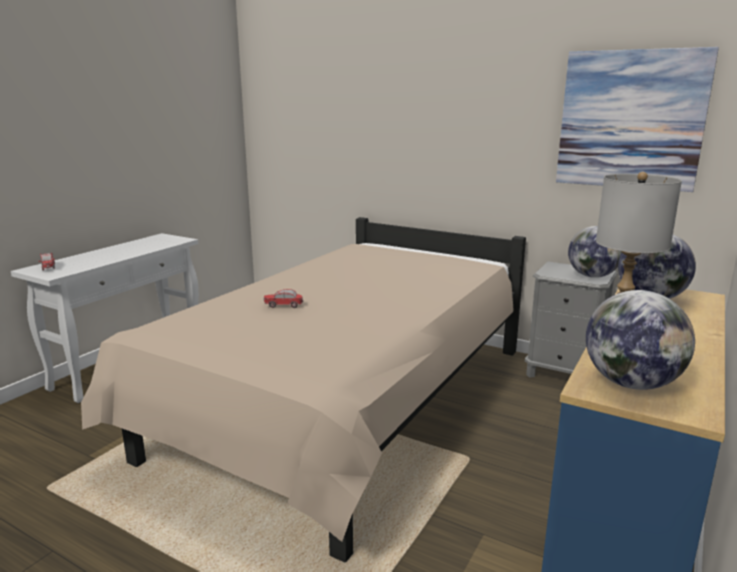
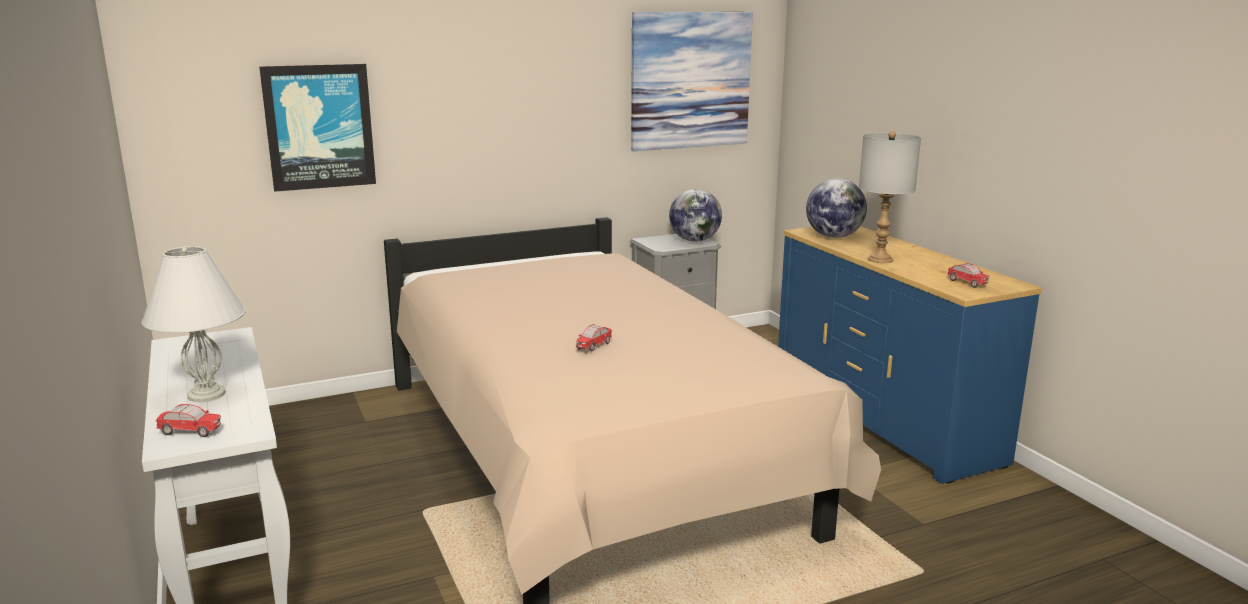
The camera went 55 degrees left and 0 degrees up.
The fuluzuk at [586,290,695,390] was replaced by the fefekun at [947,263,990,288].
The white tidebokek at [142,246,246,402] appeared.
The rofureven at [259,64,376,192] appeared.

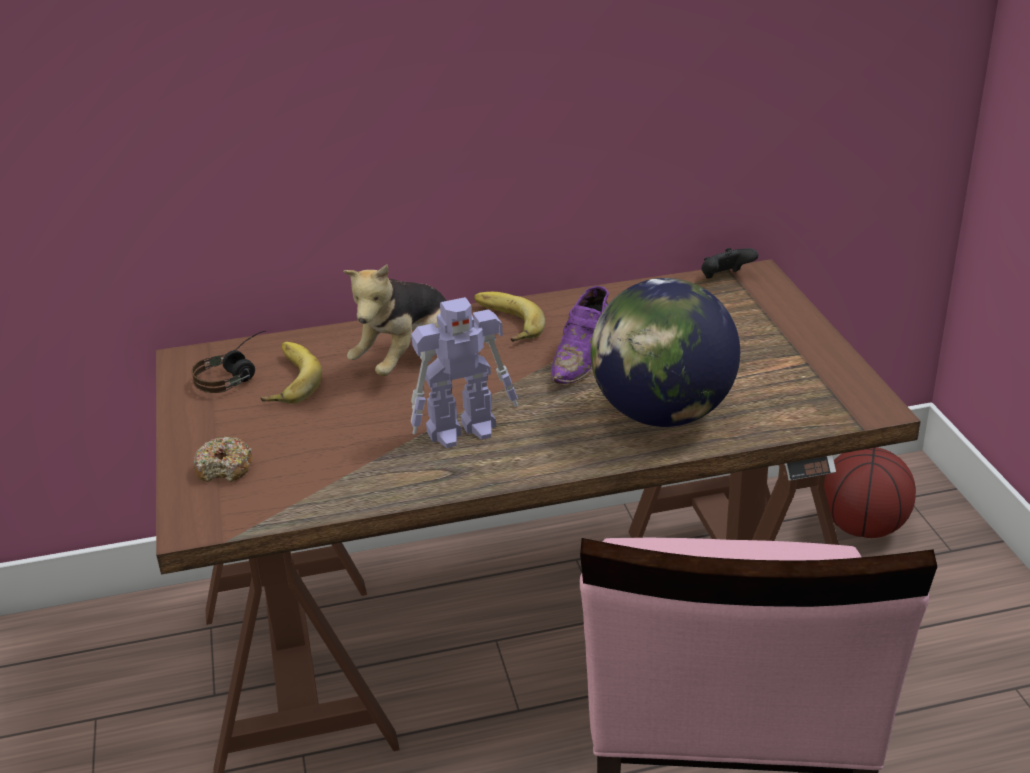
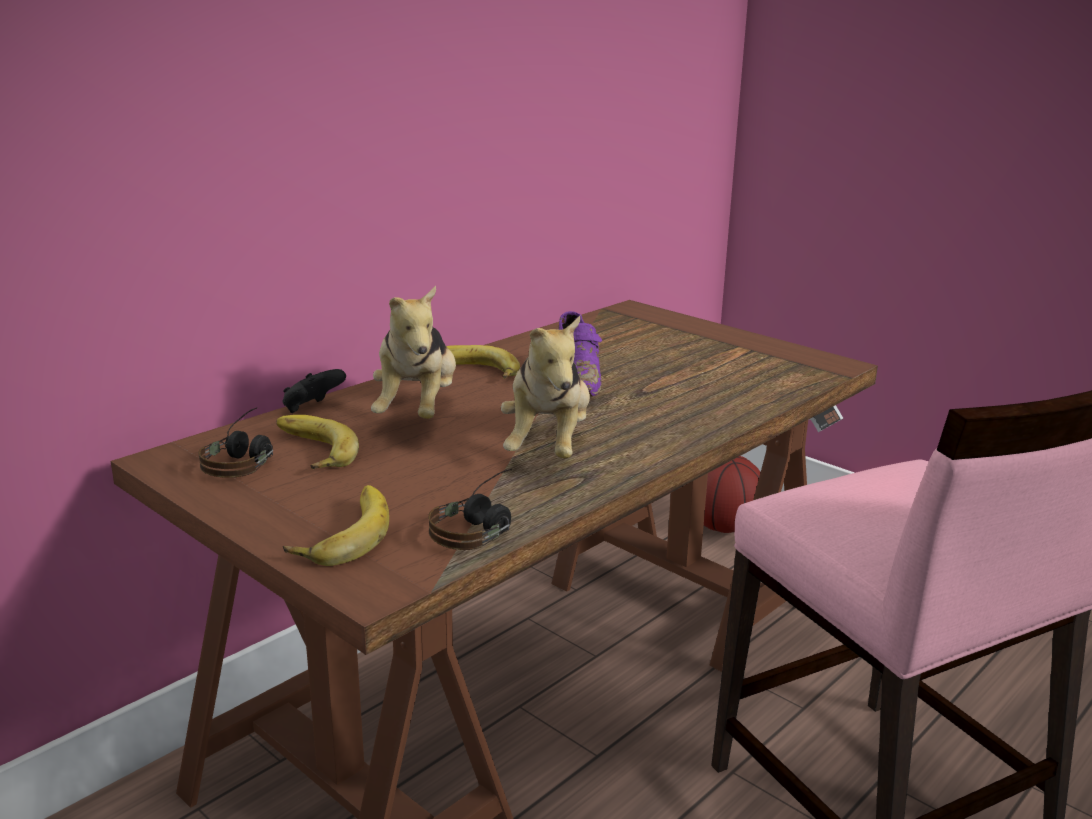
The camera went 35 degrees left and 10 degrees down.
The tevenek at [194,437,252,482] was replaced by the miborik at [283,485,389,566].
The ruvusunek at [411,297,518,448] was replaced by the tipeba at [501,316,590,459].
The fuluzuk at [591,278,740,427] disappeared.
The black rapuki moved from [701,248,758,279] to [282,369,346,413].
The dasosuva at [428,469,512,550] appeared.

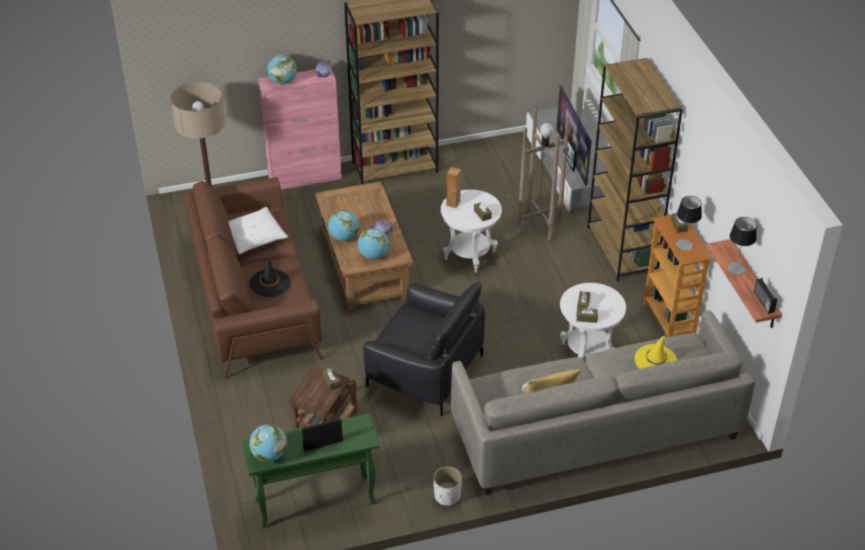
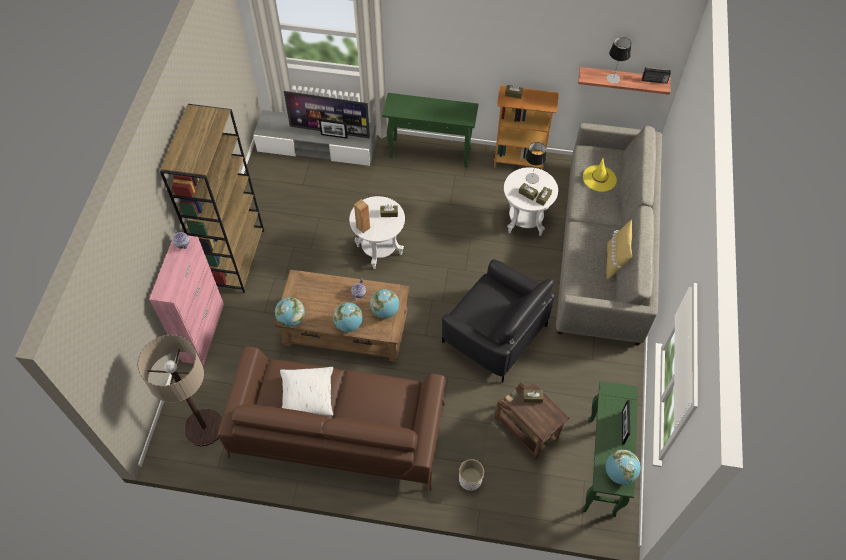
The camera went 65 degrees left and 15 degrees up.
The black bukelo at [249,257,290,297] disappeared.
The fuluzuk moved from [267,54,297,84] to [275,297,305,327].
The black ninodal at [363,282,485,416] turned 75 degrees clockwise.
The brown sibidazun at [388,109,570,241] disappeared.
The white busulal moved from [433,466,462,506] to [459,459,484,491].
The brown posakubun at [587,58,683,282] was replaced by the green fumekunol at [382,93,479,168].
The tidebokek moved from [676,196,702,250] to [526,142,546,184].

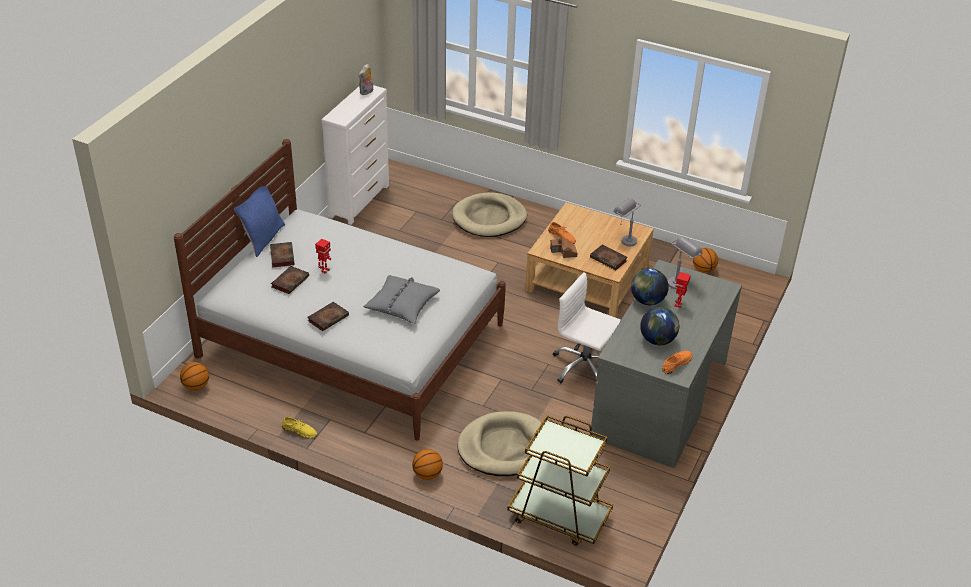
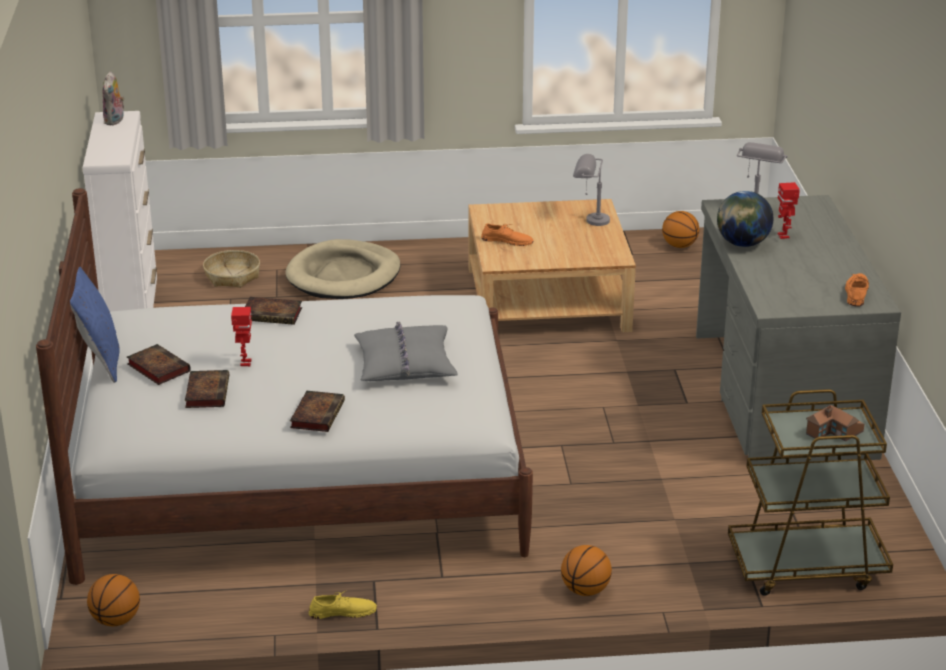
The camera went 30 degrees left and 10 degrees down.
The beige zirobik at [457,411,542,476] disappeared.
The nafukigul moved from [550,238,577,258] to [806,405,864,442].
The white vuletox at [553,272,621,383] disappeared.
The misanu moved from [590,245,628,270] to [245,297,302,325].
The fuluzuk at [640,307,679,345] disappeared.
The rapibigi at [203,250,260,288] appeared.

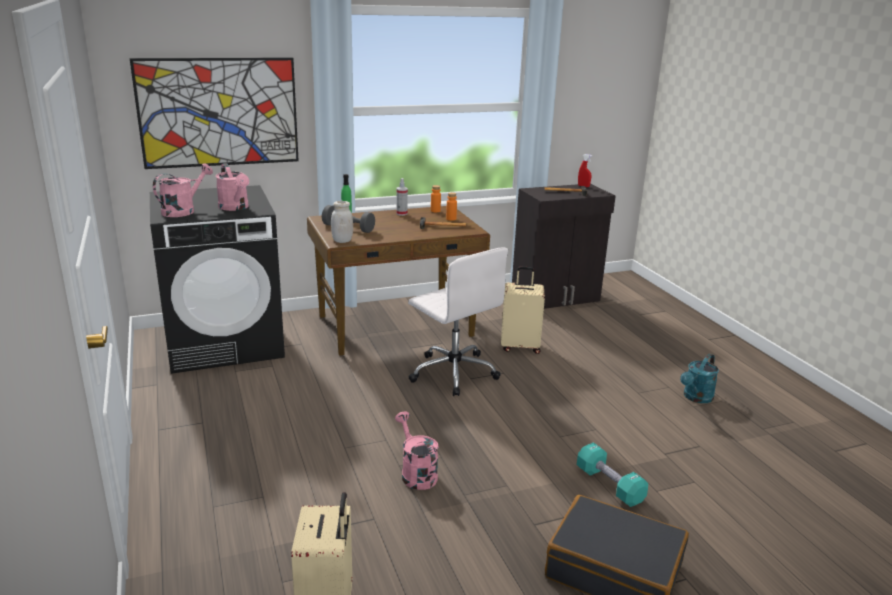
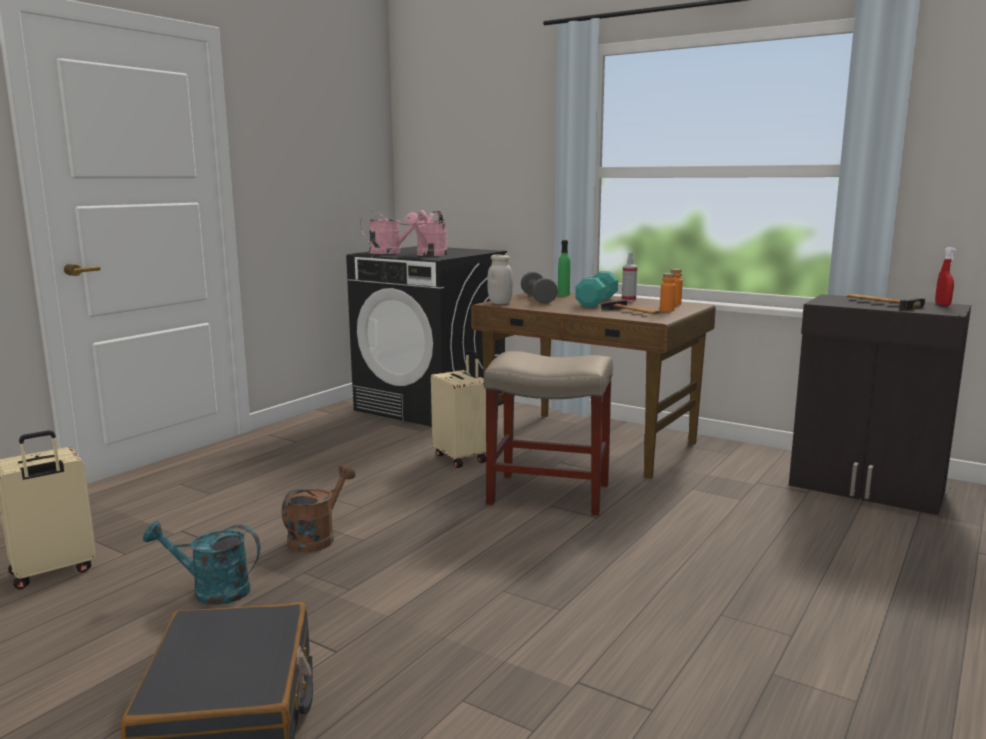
The camera went 55 degrees right and 10 degrees down.
The rofureven at [129,58,299,169] disappeared.
The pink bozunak at [395,412,439,490] became the brown bozunak at [282,464,355,553].
The white vuletox at [408,247,508,396] was replaced by the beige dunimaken at [484,351,613,516].
The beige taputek moved from [501,266,545,354] to [431,350,486,468].
The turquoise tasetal moved from [577,443,648,507] to [575,271,618,307].
The turquoise bozunak moved from [680,354,719,403] to [143,521,260,605].

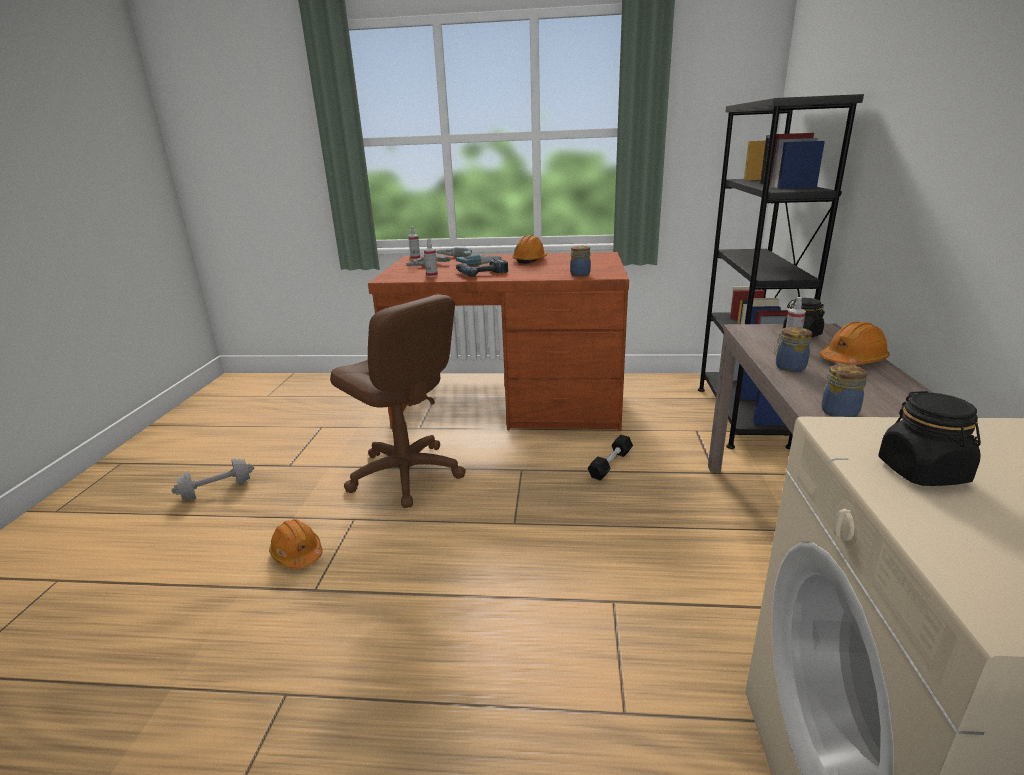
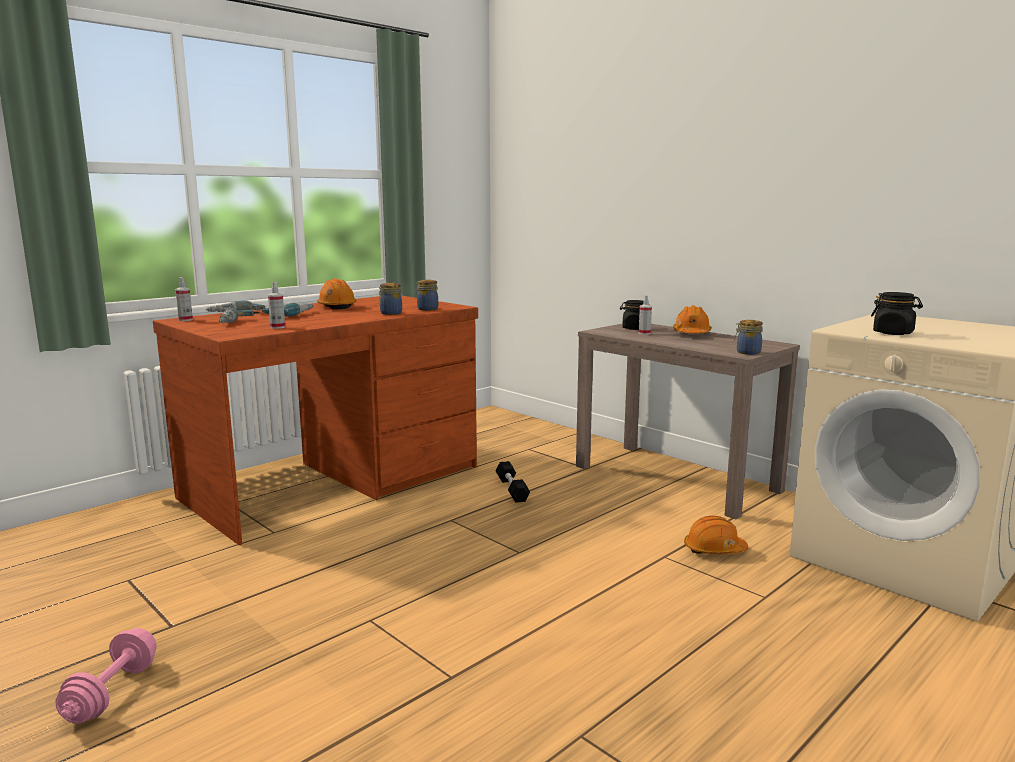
The camera went 50 degrees left and 10 degrees down.
The grey tasetal at [172,458,254,500] became the pink tasetal at [55,628,157,723].
The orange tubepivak moved from [269,519,323,569] to [684,516,748,554].
The brown vuletox at [330,294,466,508] disappeared.
The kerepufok at [456,258,508,277] disappeared.
The black posakubun at [698,94,864,450] disappeared.
The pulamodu moved from [774,327,812,372] to [379,283,402,315].

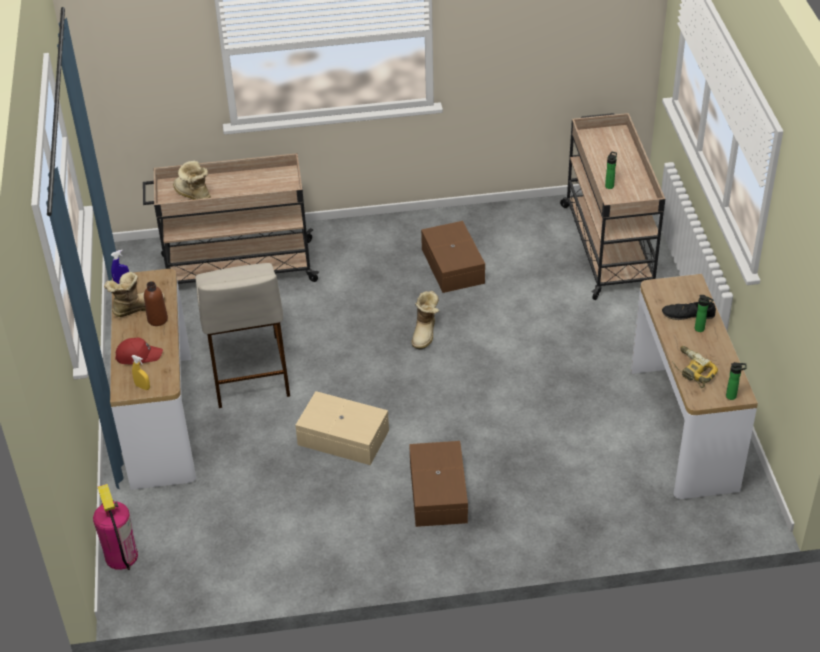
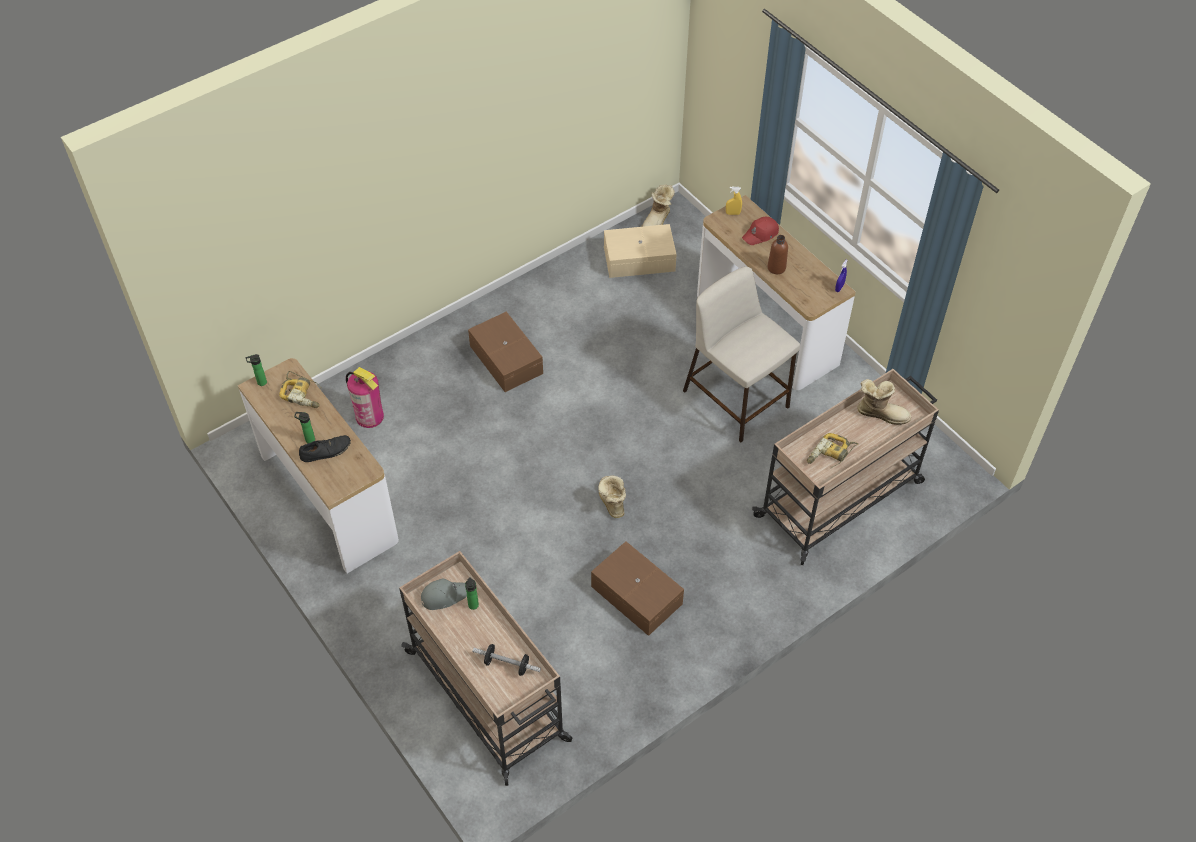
The camera went 150 degrees right and 10 degrees up.
The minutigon moved from [93,484,138,570] to [346,367,384,428].
The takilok moved from [104,272,165,317] to [641,184,675,227].
The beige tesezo moved from [295,391,389,465] to [604,224,677,278].
The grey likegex at [421,578,467,610] appeared.
The tasetal at [472,644,541,676] appeared.
The kerepufok at [807,433,858,468] appeared.

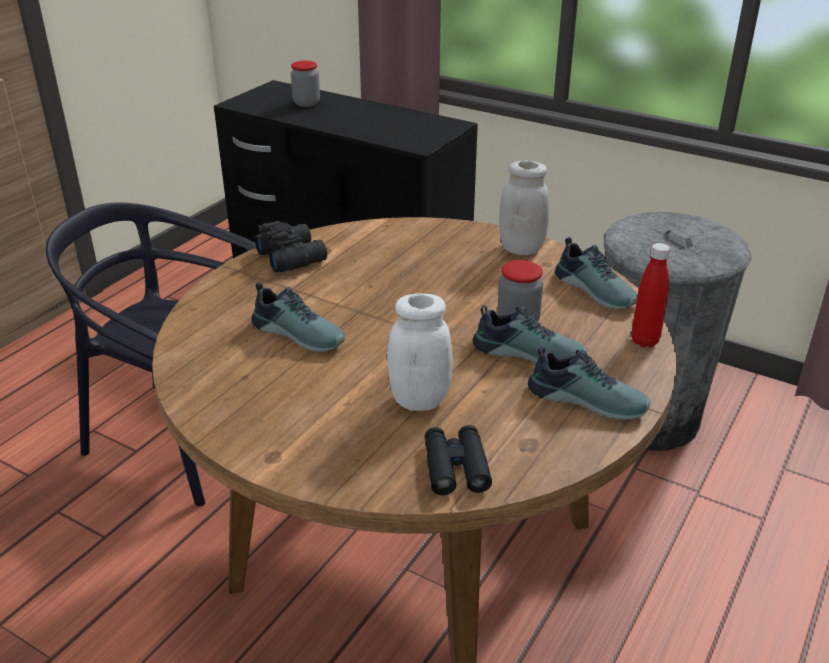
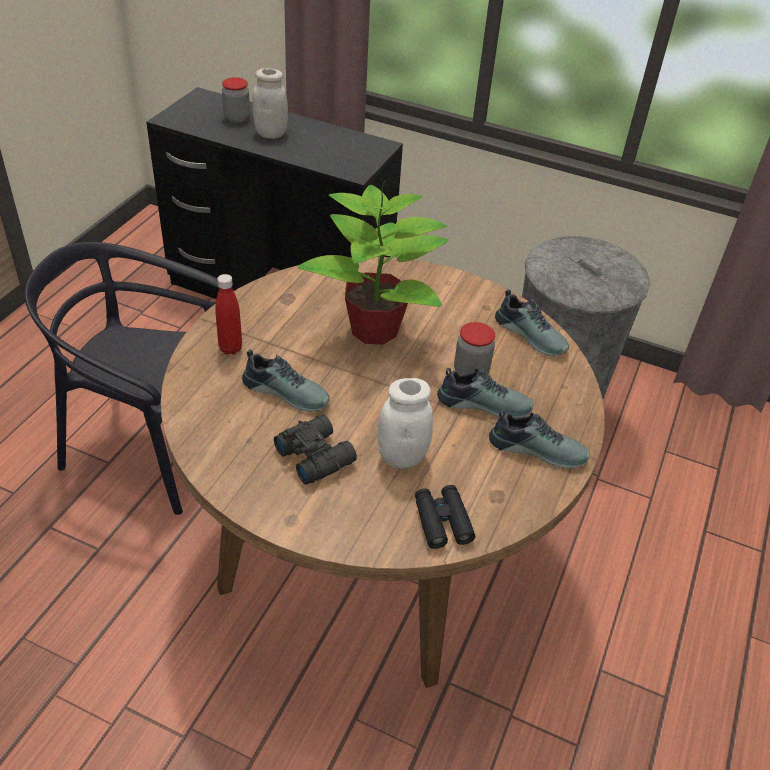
The camera went 10 degrees left and 10 degrees up.
The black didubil moved from [255,221,327,273] to [274,415,357,485].
The white pulamodu moved from [499,160,549,255] to [252,68,288,139].
The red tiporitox moved from [631,243,670,347] to [215,274,242,355].
The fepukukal at [297,182,449,345] appeared.

